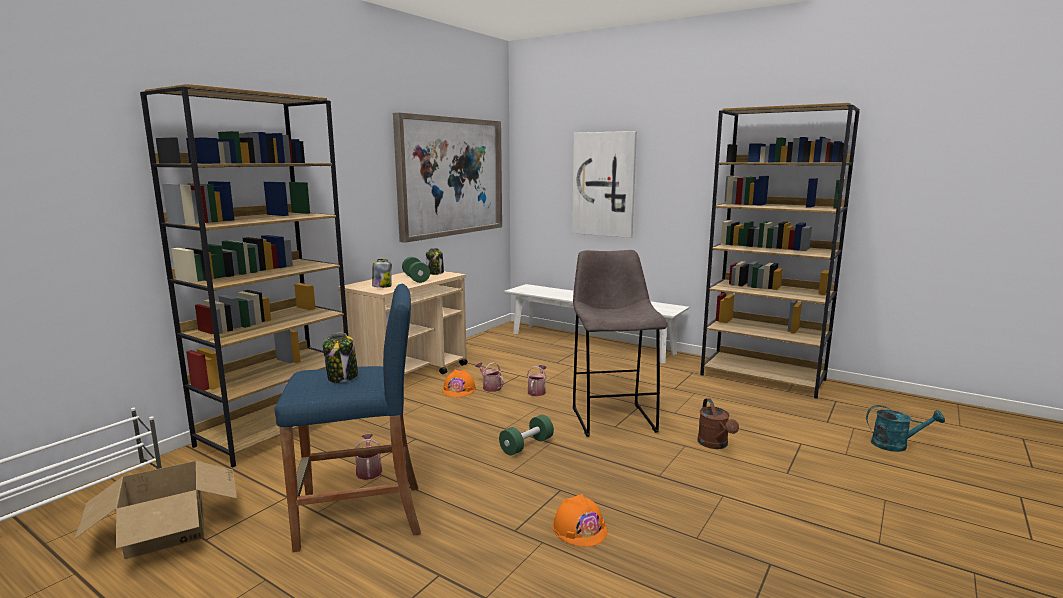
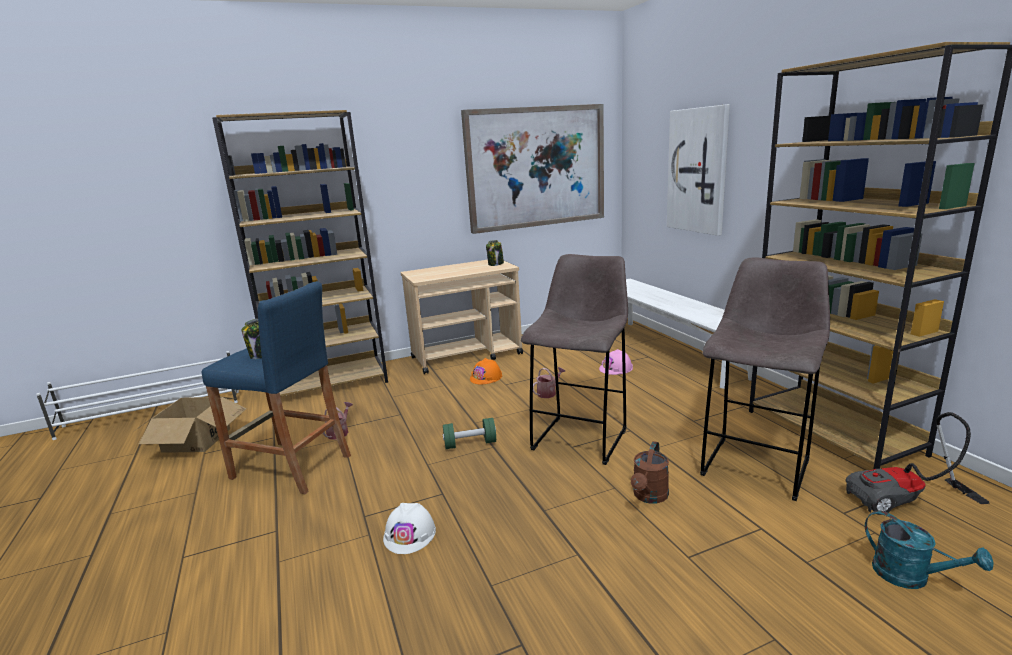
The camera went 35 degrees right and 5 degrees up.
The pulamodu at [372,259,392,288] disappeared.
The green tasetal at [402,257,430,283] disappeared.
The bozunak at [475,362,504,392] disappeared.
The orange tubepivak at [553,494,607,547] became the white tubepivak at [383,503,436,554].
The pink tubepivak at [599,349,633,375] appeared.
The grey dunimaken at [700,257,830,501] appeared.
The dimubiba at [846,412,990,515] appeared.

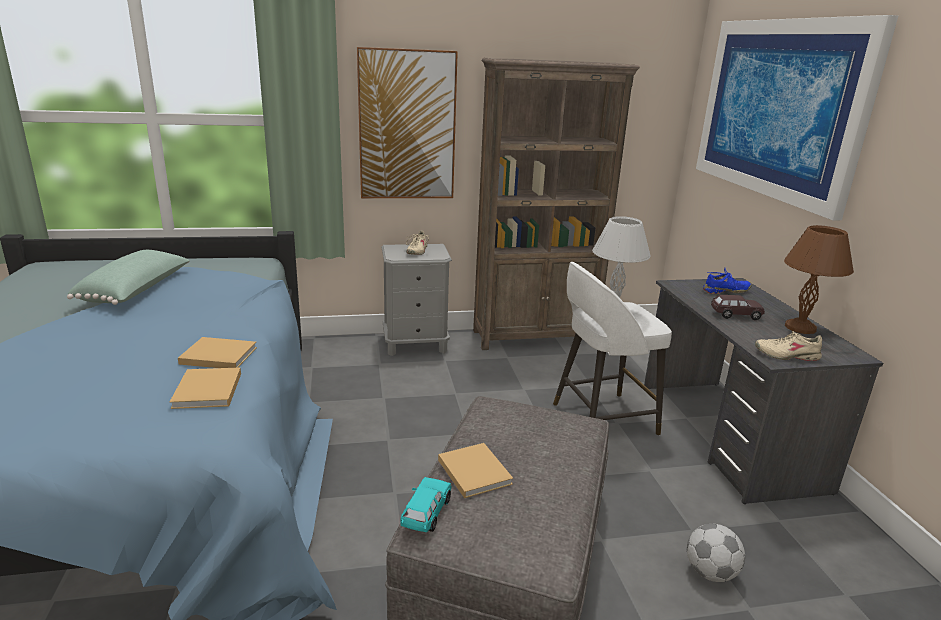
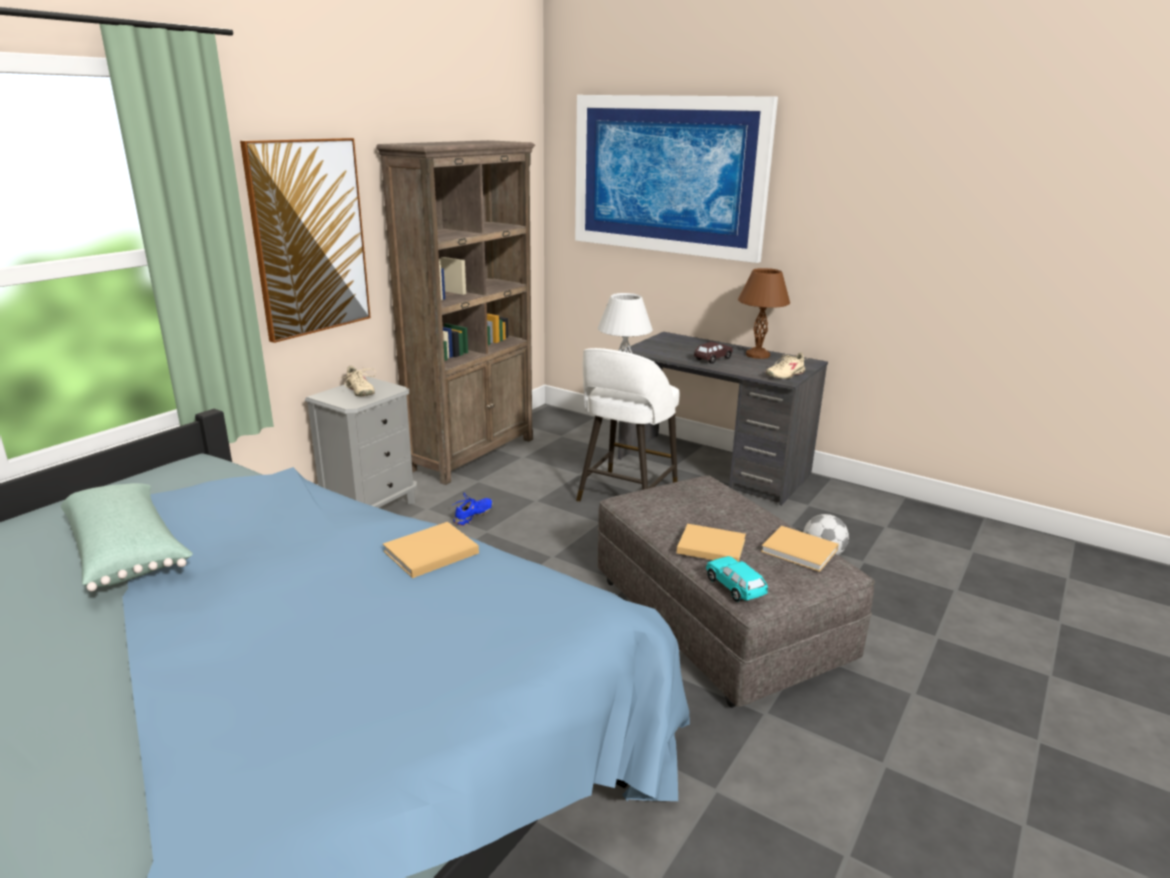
The camera went 45 degrees left and 0 degrees up.
The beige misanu moved from [170,367,241,409] to [761,526,839,572].
The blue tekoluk moved from [703,268,752,294] to [453,493,493,526].

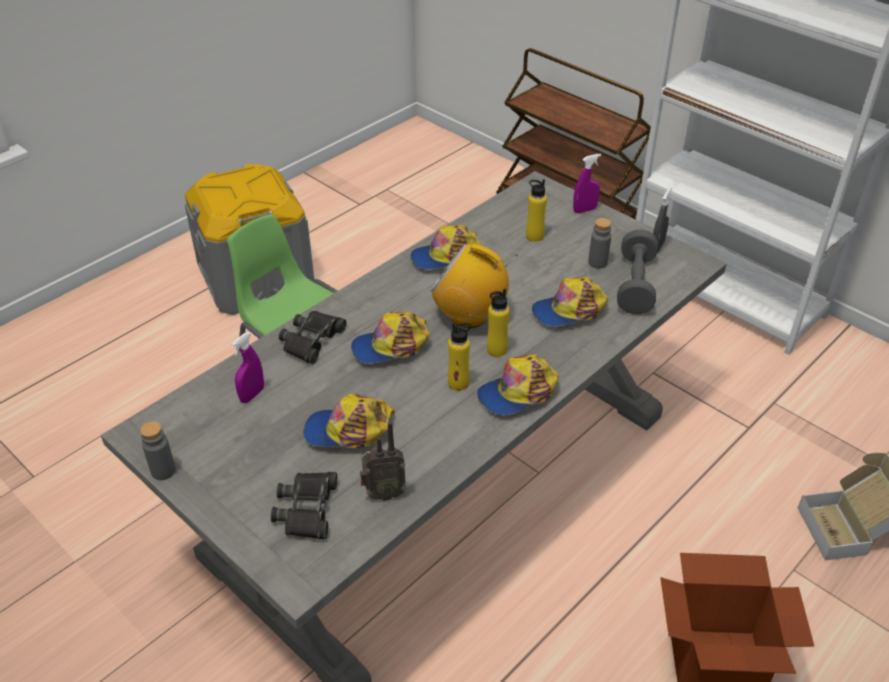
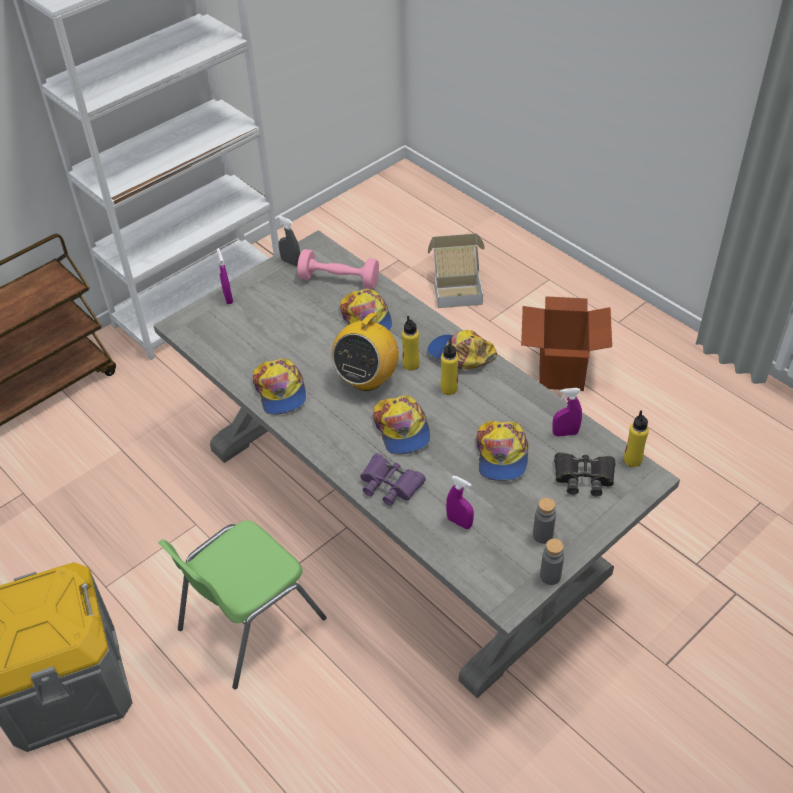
The camera went 85 degrees left and 5 degrees up.
The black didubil at [279,311,347,364] became the purple didubil at [360,453,426,506].
The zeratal at [360,421,406,501] was replaced by the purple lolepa at [552,388,582,437].
The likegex at [477,354,559,415] turned 150 degrees clockwise.
The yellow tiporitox moved from [526,179,547,242] to [624,410,649,467].
The grey tiporitox moved from [588,218,611,269] to [533,498,556,544].
The grey tasetal at [617,229,658,314] became the pink tasetal at [297,249,379,289].

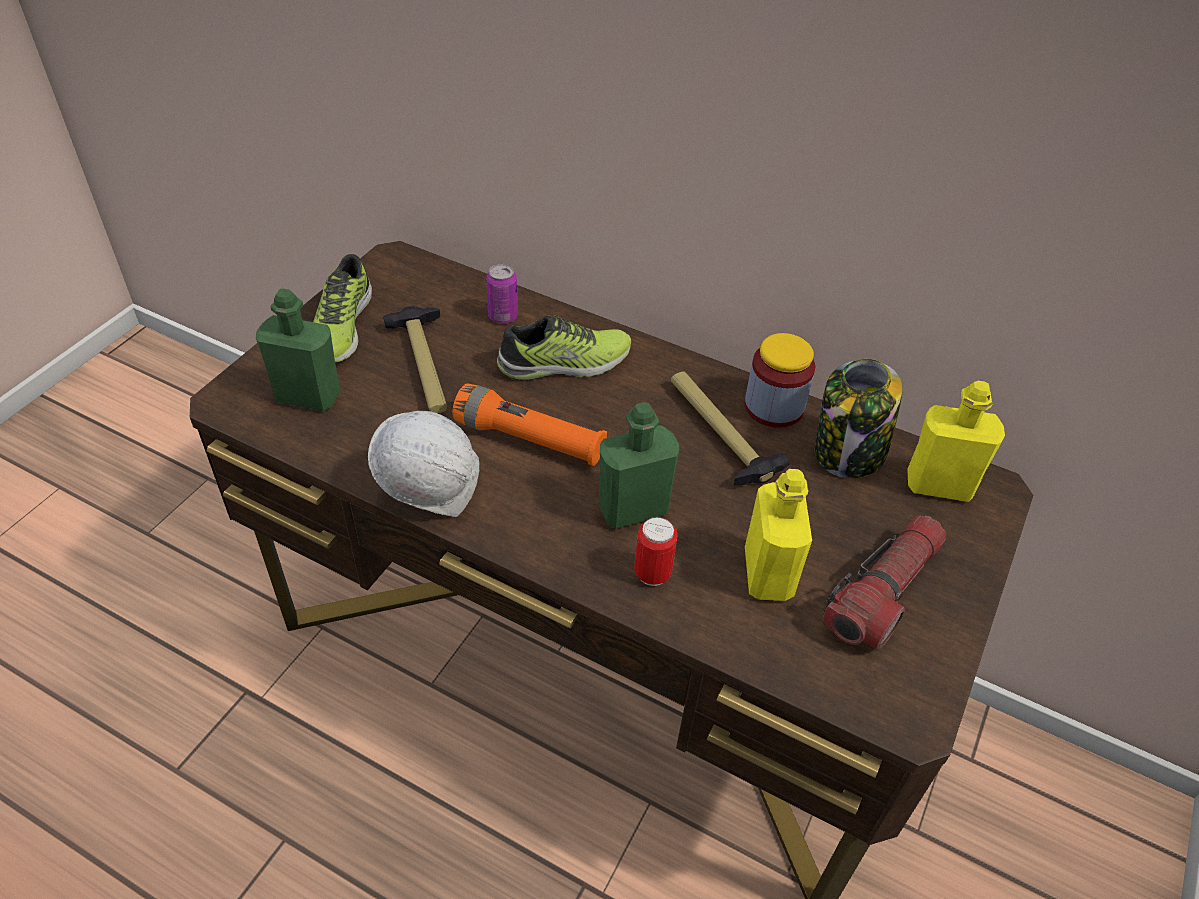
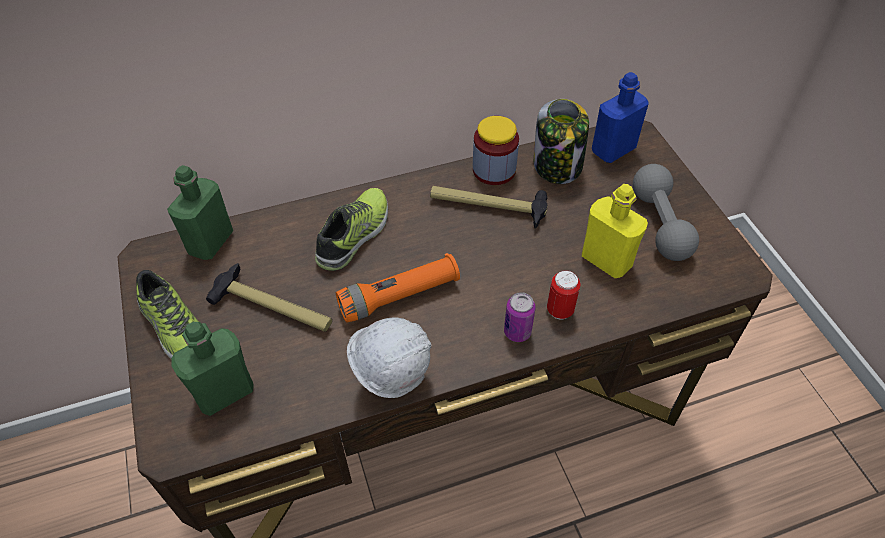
The camera went 45 degrees left and 5 degrees up.
The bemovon moved from [486,264,518,324] to [504,292,536,342].
The green tiporitox moved from [598,402,679,529] to [167,165,233,260].
The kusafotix at [823,515,946,650] was replaced by the grey tasetal at [633,164,699,261].
The yellow tiporitox at [907,381,1005,502] became the blue tiporitox at [592,72,648,163].

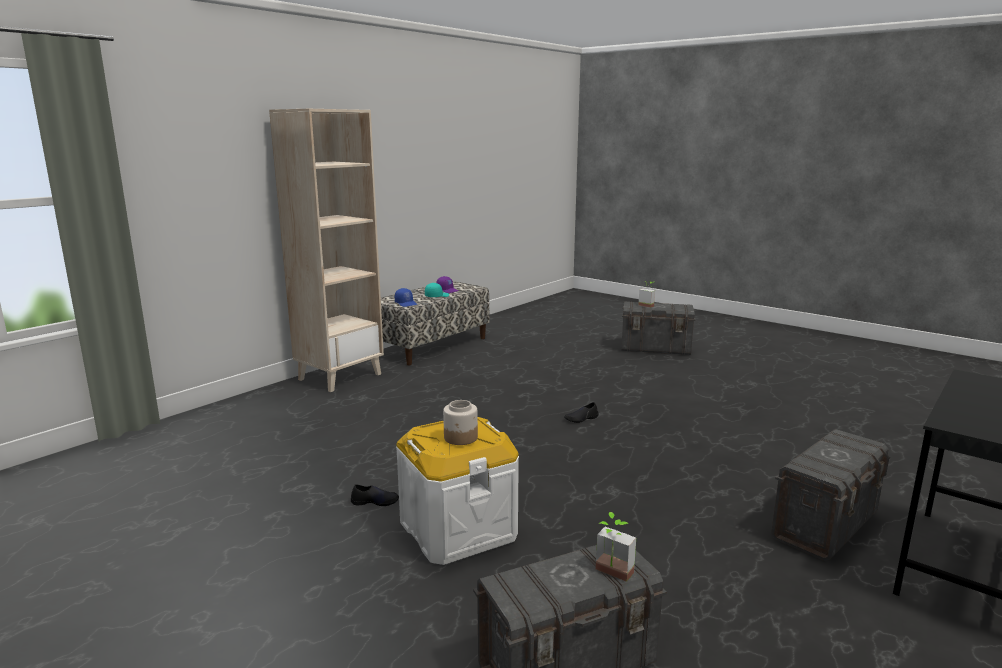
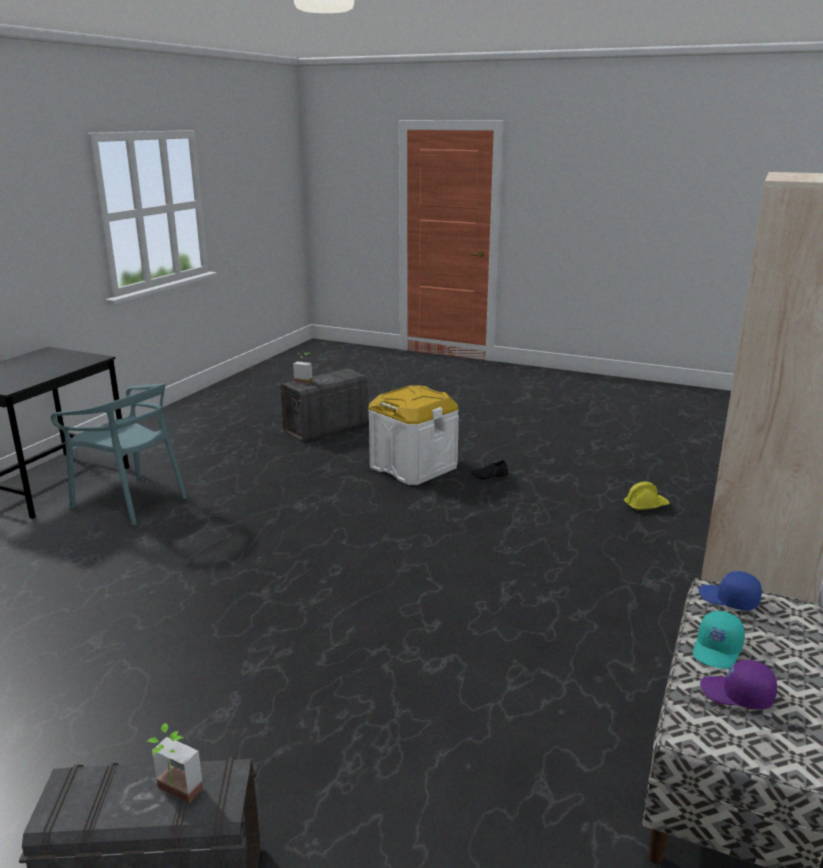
The camera went 165 degrees right and 5 degrees up.
The pulamodu at [443,400,478,445] disappeared.
The black tekoluk at [564,402,598,423] disappeared.
The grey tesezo at [771,429,890,561] was replaced by the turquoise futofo at [51,383,187,525].
The yellow tubepivak at [624,482,670,512] appeared.

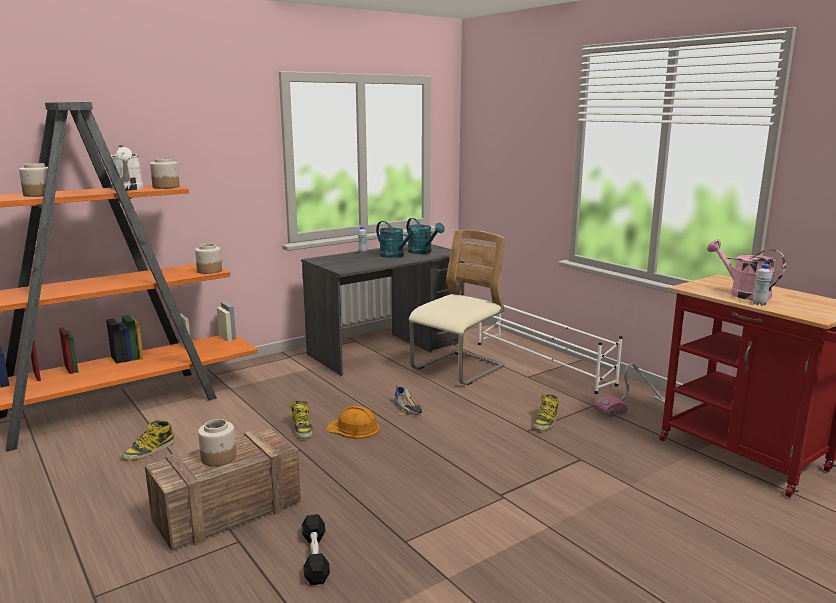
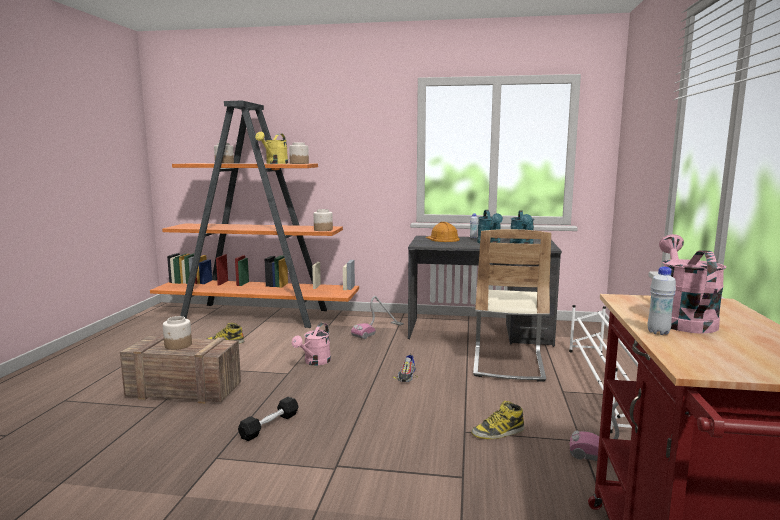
The camera went 45 degrees right and 5 degrees down.
The white bozunak at [111,145,143,191] became the yellow bozunak at [255,132,288,164].
The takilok at [290,401,313,439] was replaced by the pink bozunak at [292,323,331,365].
The black tasetal moved from [301,514,330,585] to [238,397,299,441].
The orange tubepivak moved from [326,406,380,439] to [426,222,460,242].
The beige futofo at [409,230,505,385] turned 105 degrees clockwise.
The dimubiba at [351,296,404,339] appeared.

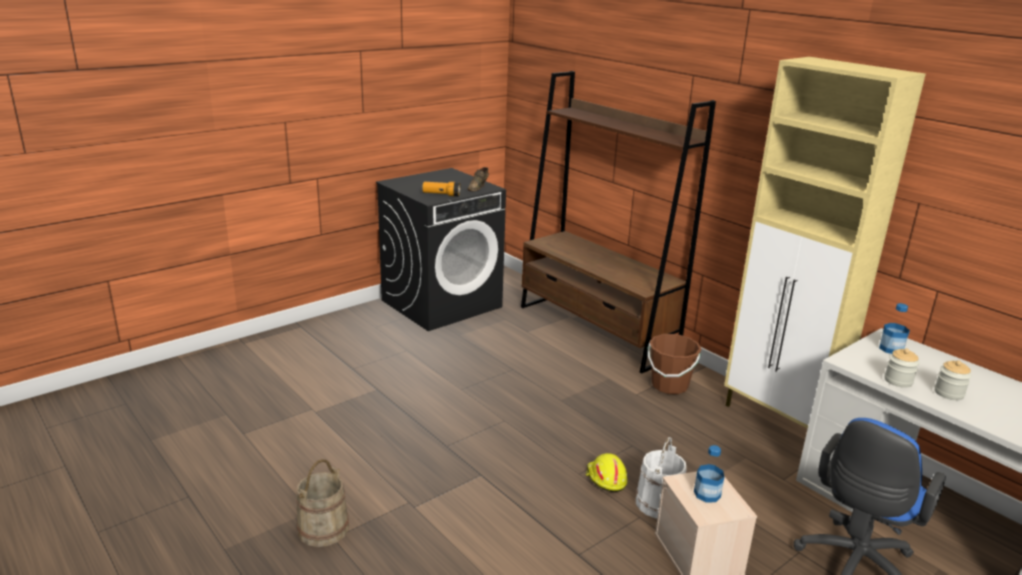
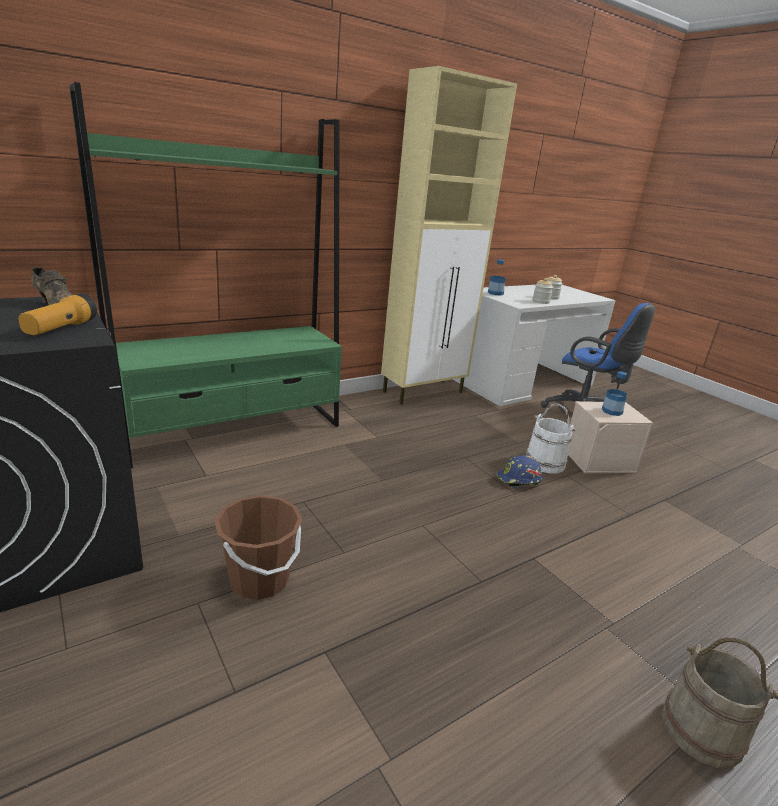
The camera went 85 degrees left and 0 degrees up.
The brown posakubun at [521,71,716,373] became the green posakubun at [69,82,342,468].
The yellow tubepivak at [586,453,627,492] became the blue tubepivak at [497,455,542,490].
The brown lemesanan moved from [648,334,702,394] to [214,495,302,600].

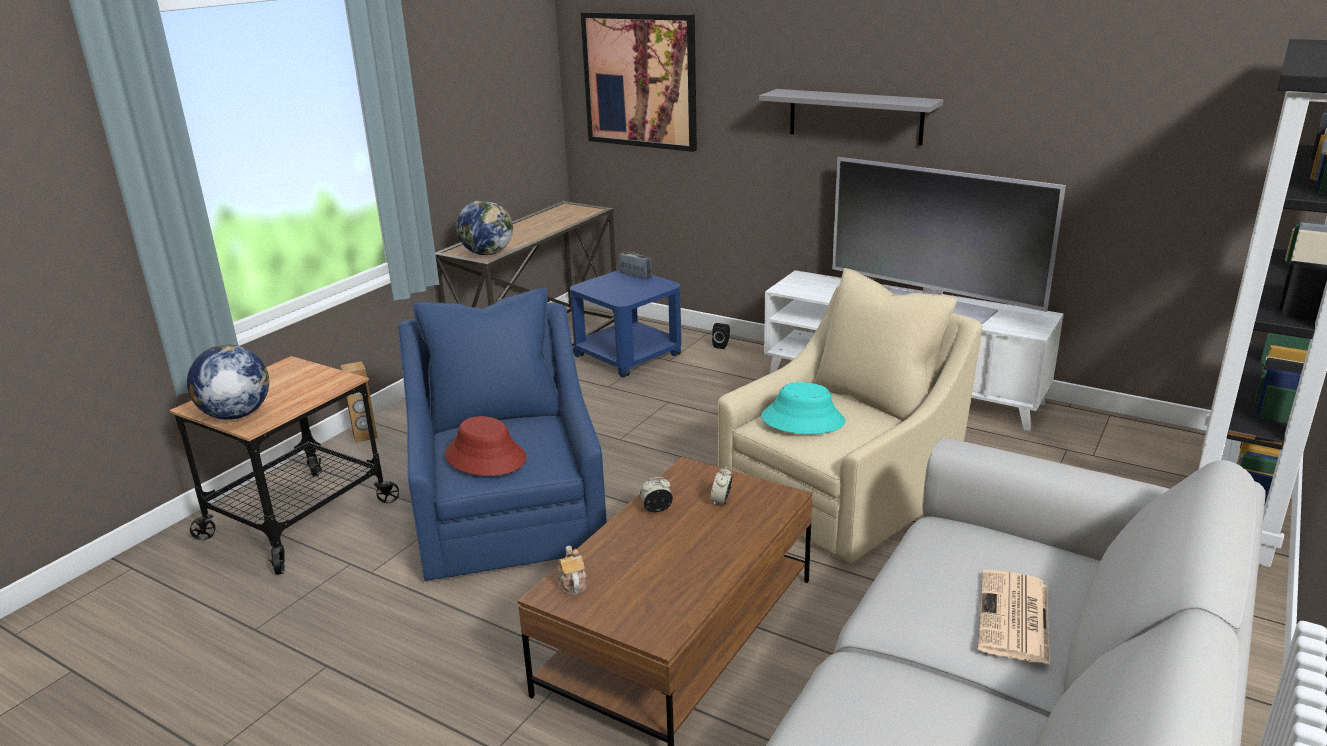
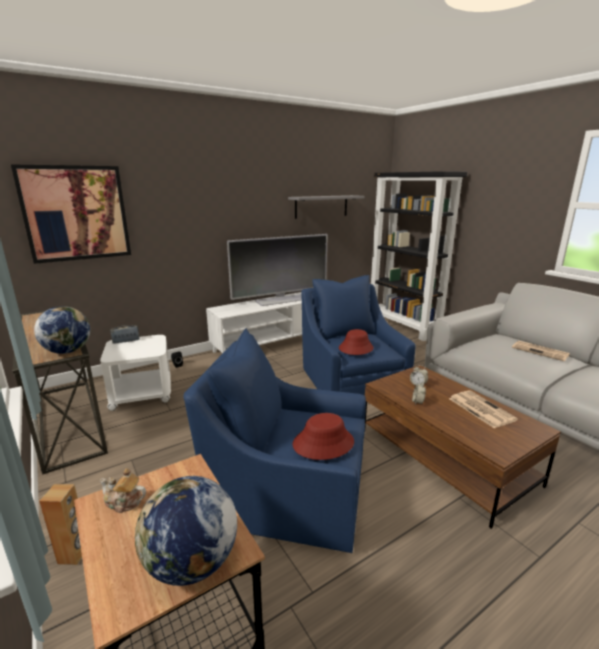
The camera went 65 degrees left and 5 degrees down.
The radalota moved from [557,545,586,595] to [99,468,146,513].
The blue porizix at [570,270,681,378] became the white porizix at [100,335,171,411].
The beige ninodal at [718,268,983,563] became the blue ninodal at [301,275,416,396].
The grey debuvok moved from [759,89,943,146] to [288,195,364,219].
The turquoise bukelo at [761,382,845,434] became the red bukelo at [339,329,373,355].
The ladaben at [449,390,518,428] appeared.

